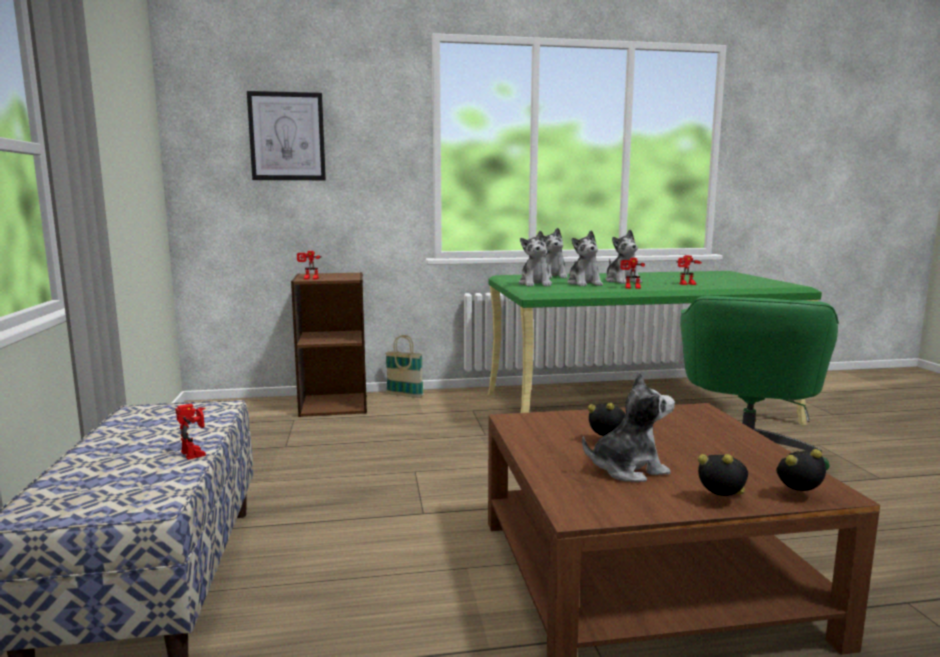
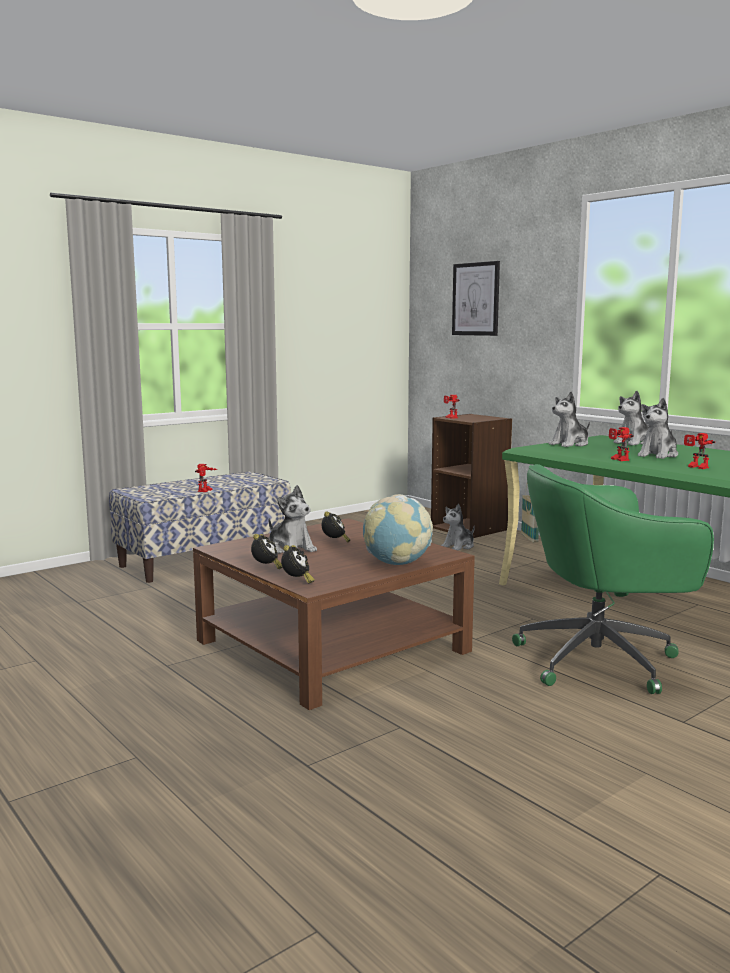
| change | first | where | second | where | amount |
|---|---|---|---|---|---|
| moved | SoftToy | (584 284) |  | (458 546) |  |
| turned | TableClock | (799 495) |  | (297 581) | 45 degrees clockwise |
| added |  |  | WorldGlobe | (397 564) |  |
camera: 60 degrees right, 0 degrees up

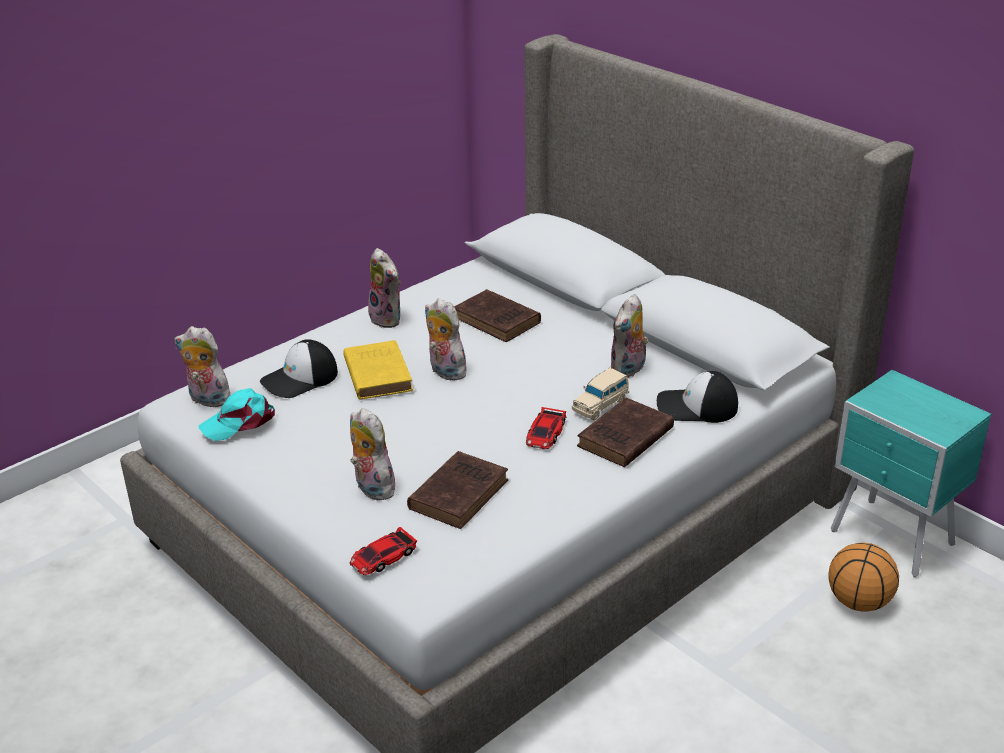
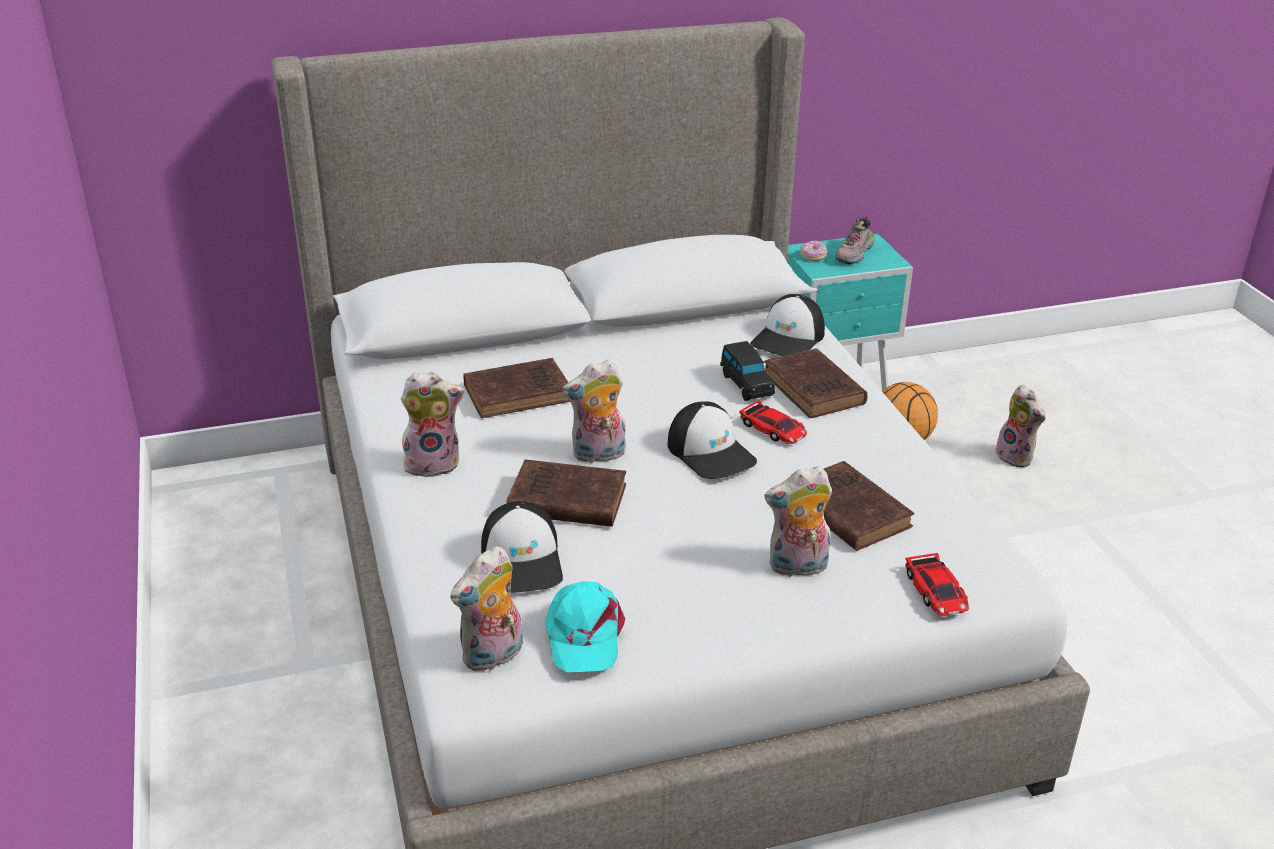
| change | first | where | second | where | amount |
|---|---|---|---|---|---|
| moved | SoftToy | (629 370) |  | (1017 457) |  |
| recoloured | YellowishBook | (377 373) | BrownBook | (564 500) |  |
| recoloured | BeigeColouredModelCar | (601 405) | BlackColouredModelCar | (746 384) |  |
| added |  |  | Shoe | (854 254) |  |
| added |  |  | Doughnut | (813 256) |  |
| added |  |  | Cap | (711 452) |  |
camera: 65 degrees left, 0 degrees up

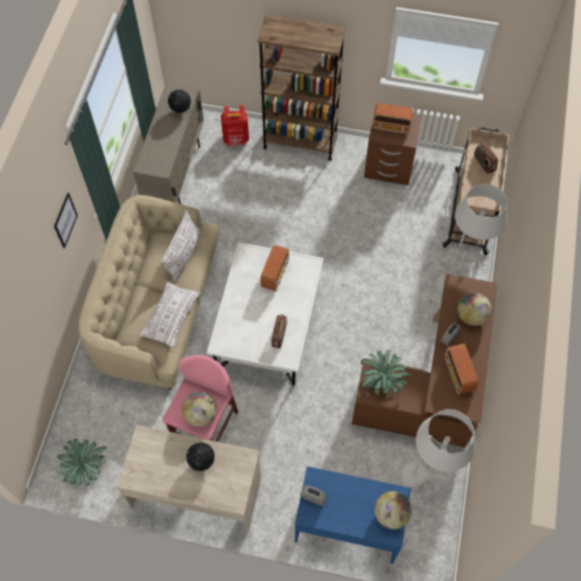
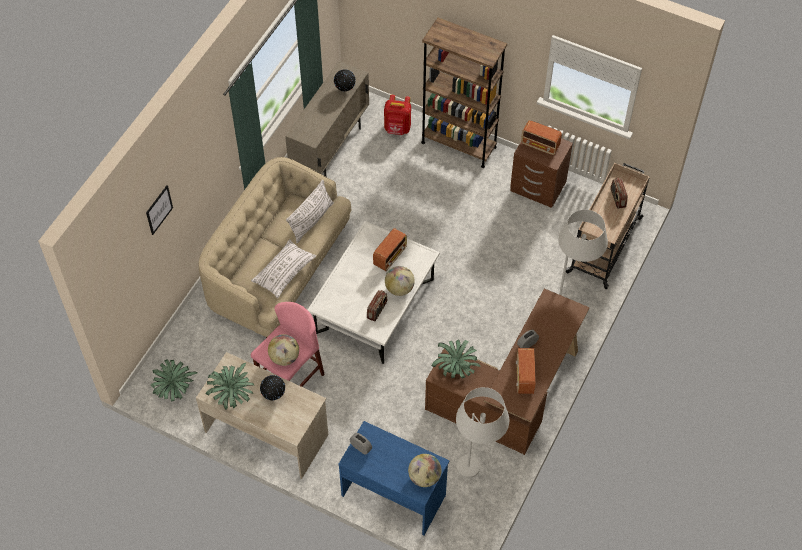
| change | first | where | second | where | amount |
|---|---|---|---|---|---|
| moved | WallPicture | (65 220) |  | (159 209) |  |
| moved | WorldGlobe | (471 316) |  | (399 288) |  |
| added |  |  | Houseplant | (232 394) |  |
camera: 15 degrees right, 5 degrees down

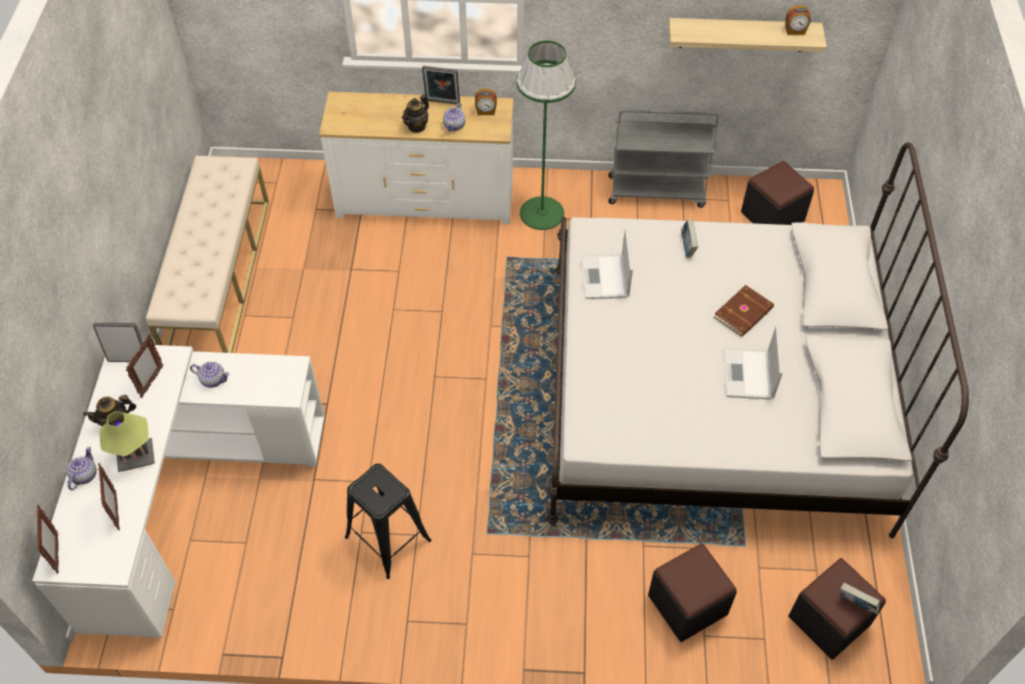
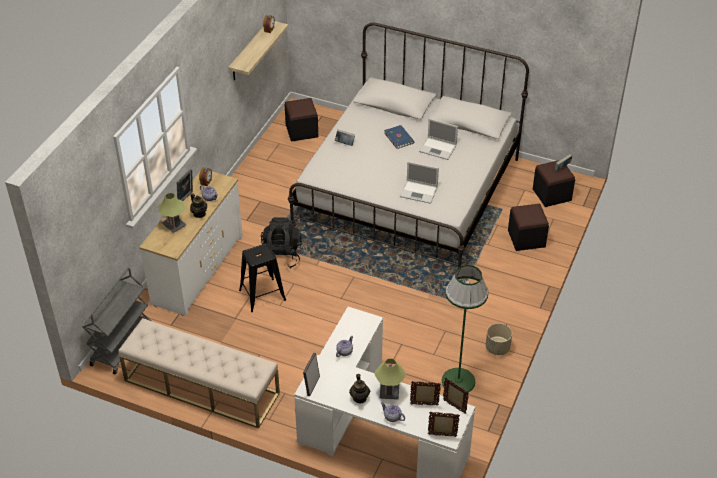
| change | first | where | second | where | amount |
|---|---|---|---|---|---|
| moved | GreenishStandingLamp | (541 213) |  | (458 381) |  |
| moved | GreyishCart | (657 191) |  | (121 344) |  |
| moved | PortableComputer | (605 278) |  | (419 192) |  |
| recoloured | BrownBook | (744 313) | BlueColouredBook | (399 138) |  |
| moved | StandingFrame | (152 382) |  | (454 407) |  |
| moved | BlackColouredStoolSeat | (387 538) |  | (262 295) |  |
| added |  |  | TableLamp | (174 225) |  |
| added |  |  | BlackColouredRucksack | (281 256) |  |
| added |  |  | BeigeColouredFlowerPot | (497 348) |  |
camera: 70 degrees left, 10 degrees down

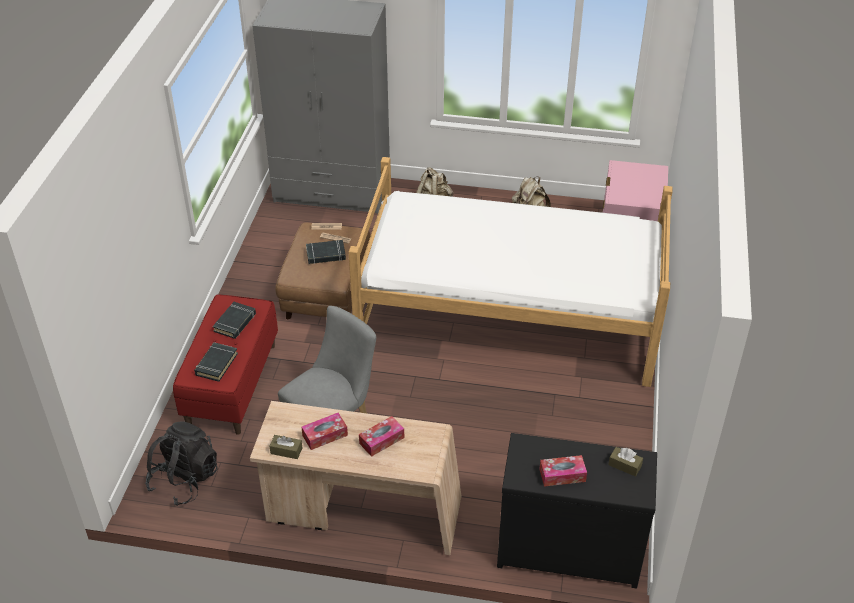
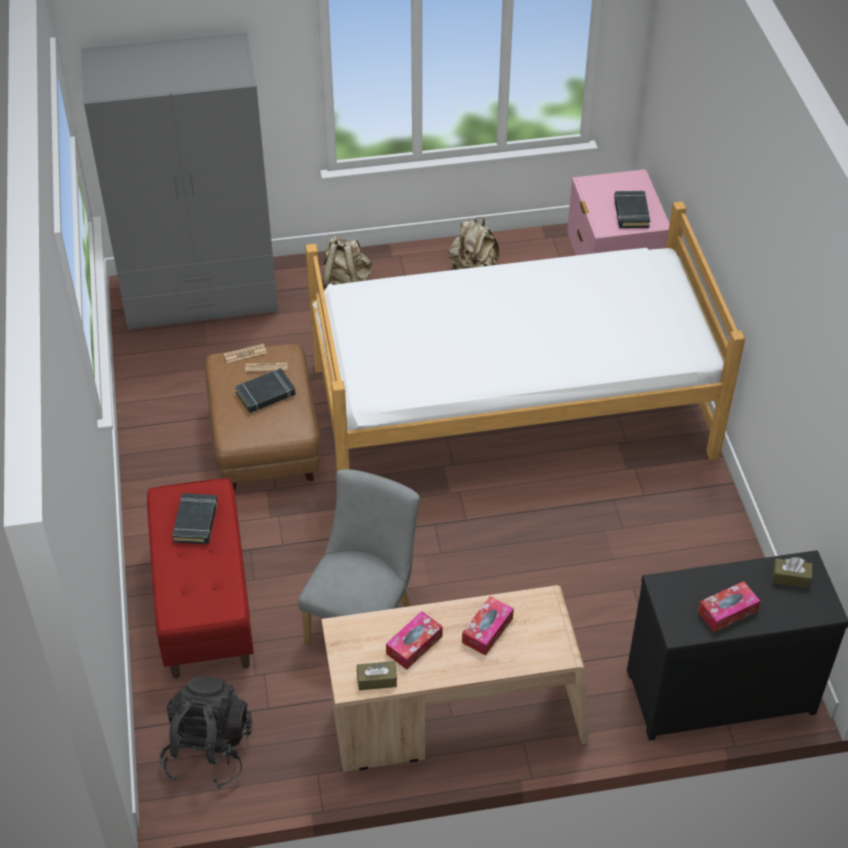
| change | first | where | second | where | amount |
|---|---|---|---|---|---|
| moved | BlackColouredBook | (216 364) |  | (631 213) |  |
camera: 20 degrees left, 5 degrees up

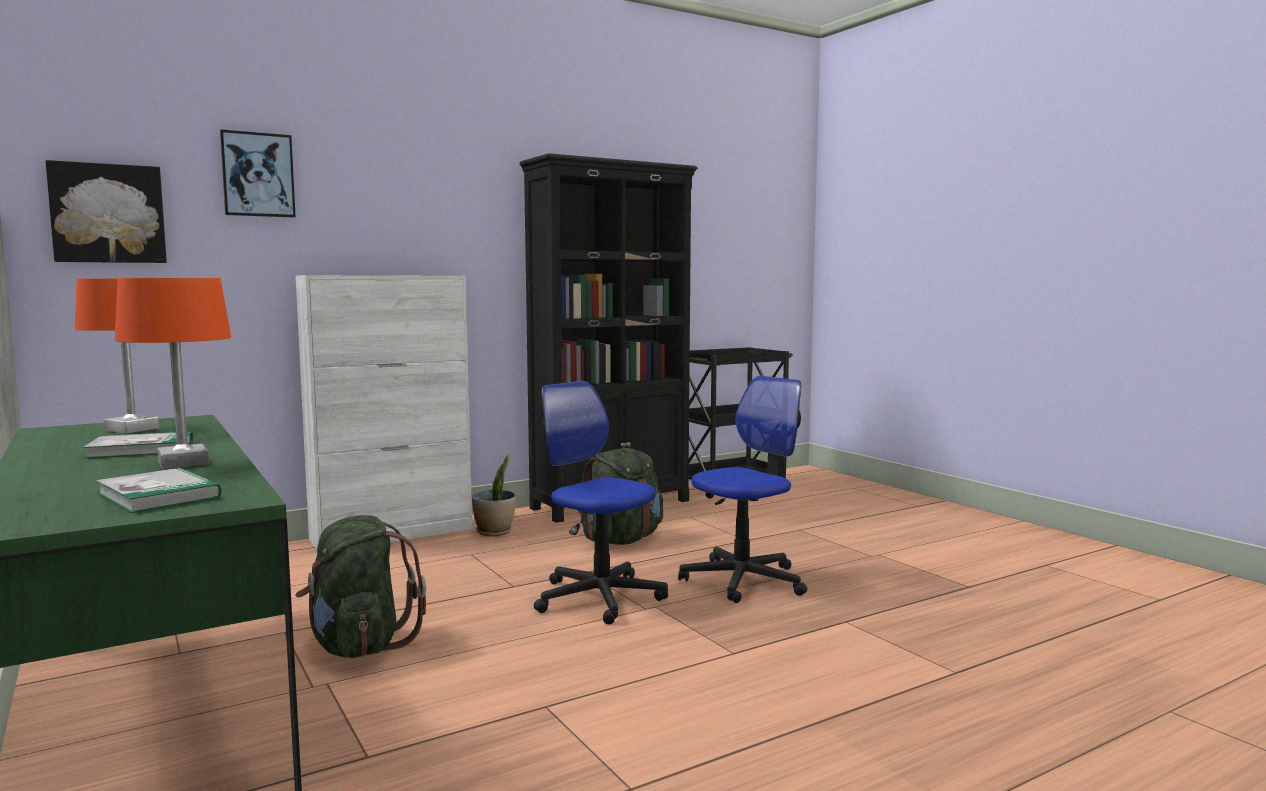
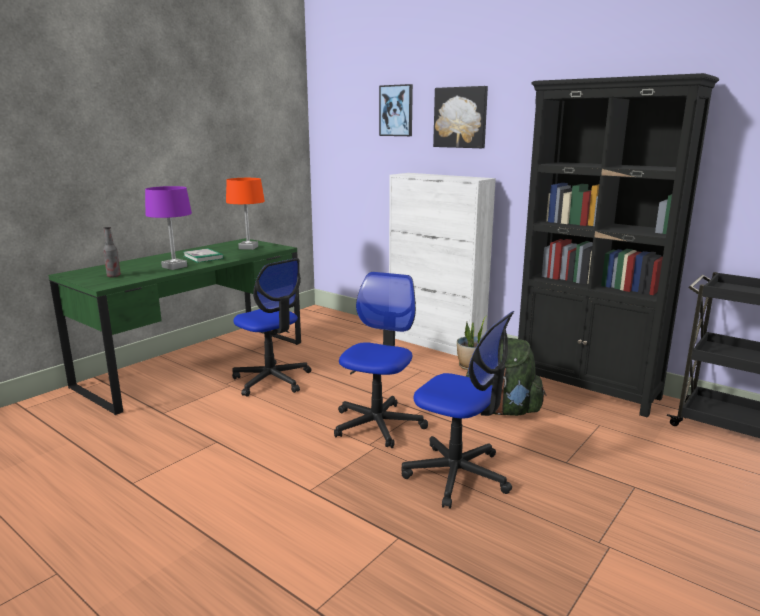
| change | first | where | second | where | amount |
|---|---|---|---|---|---|
| moved | WallPicture | (108 213) |  | (461 117) |  |
| recoloured | OrangeyTableLamp | (183 463) | PurplishTableLamp | (174 267) |  |
| replaced | Book | (158 495) | Bottle | (114 276) |  |
| replaced | GreenishRucksack | (359 646) | ComputerChair | (272 380) |  |
camera: 70 degrees right, 10 degrees up

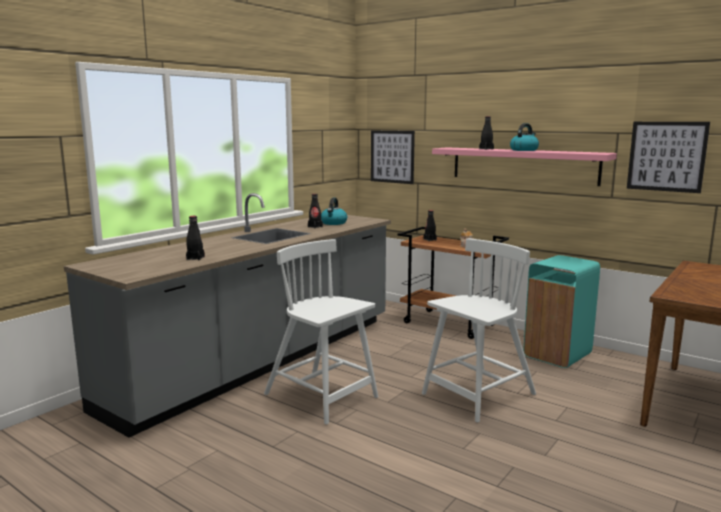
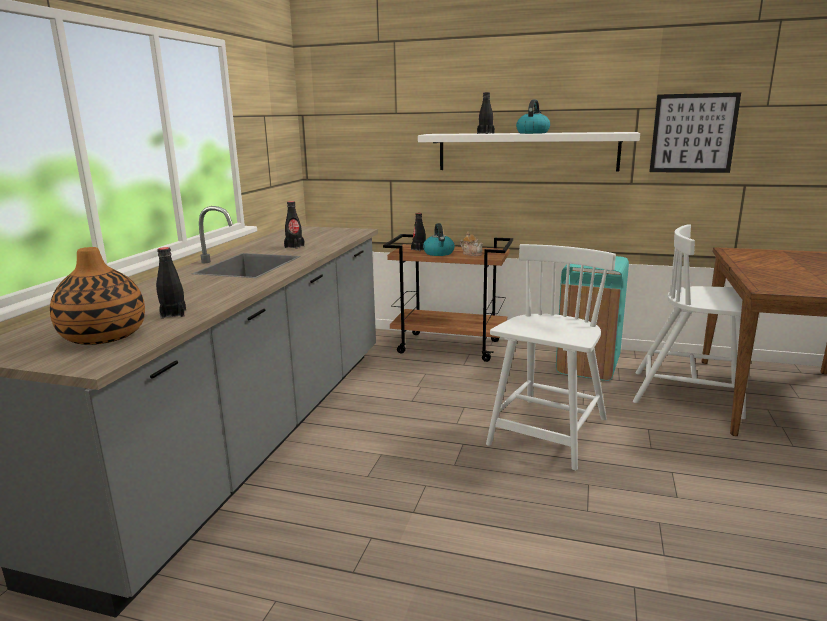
| change | first | where | second | where | amount |
|---|---|---|---|---|---|
| removed | WallPicture | (392 156) |  |  |  |
| recoloured | PinkWallShelf | (523 165) | WhitishWallShelf | (526 151) |  |
| moved | Kettle | (333 223) |  | (439 253) |  |
| moved | WhitishChair | (322 396) |  | (689 394) |  |
| added |  |  | FlowerVase | (103 336) |  |
camera: 20 degrees left, 5 degrees up

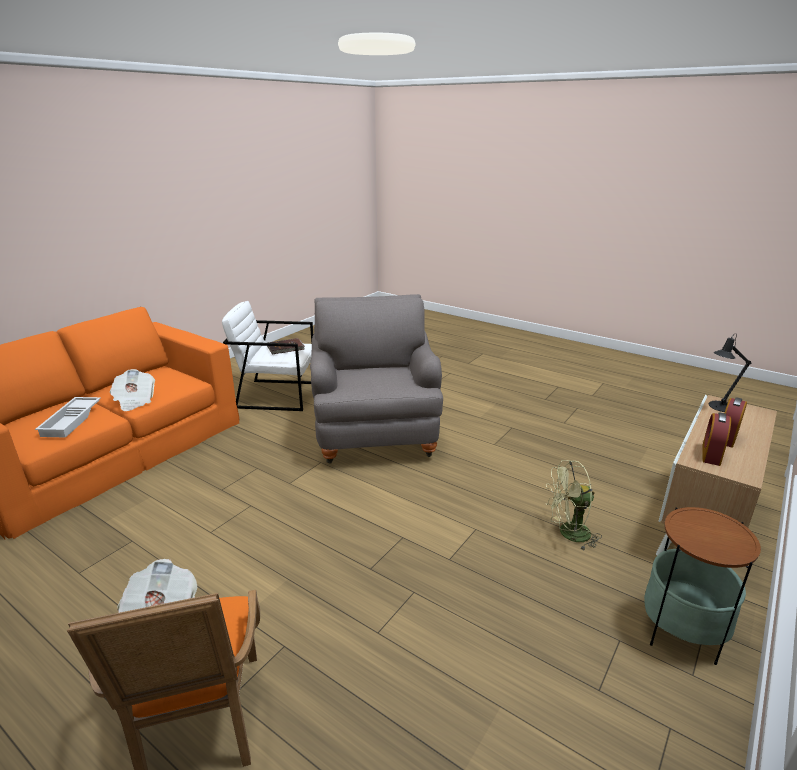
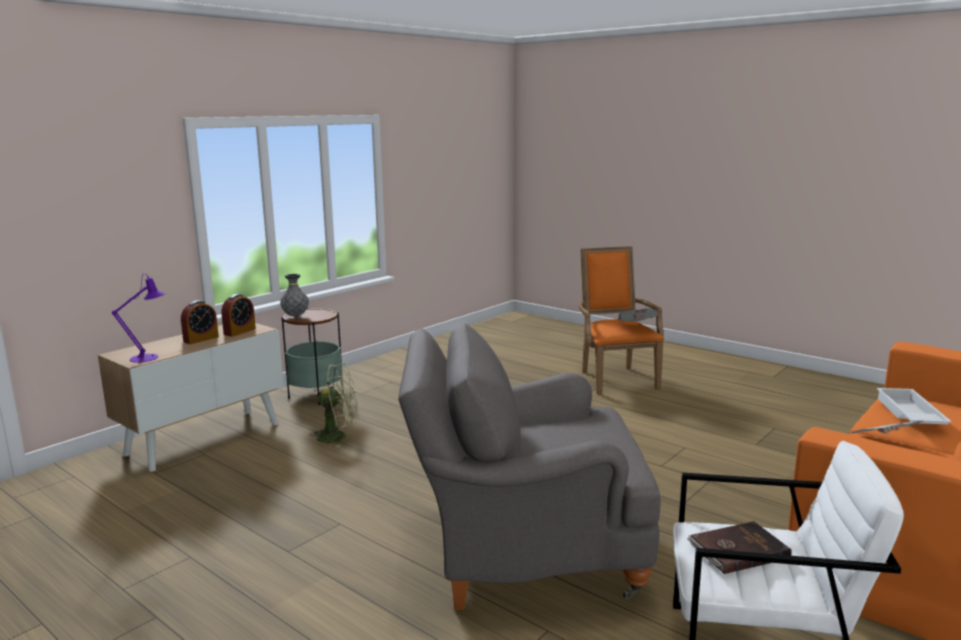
| change | first | where | second | where | amount |
|---|---|---|---|---|---|
| turned | GreyishArmchair | (375 431) |  | (523 552) | 90 degrees clockwise |
| recoloured | BlackColouredTableLamp | (719 407) | PurplishTableLamp | (148 357) |  |
| added |  |  | GreyishFlowerVase | (295 316) |  |
camera: 175 degrees left, 10 degrees down

